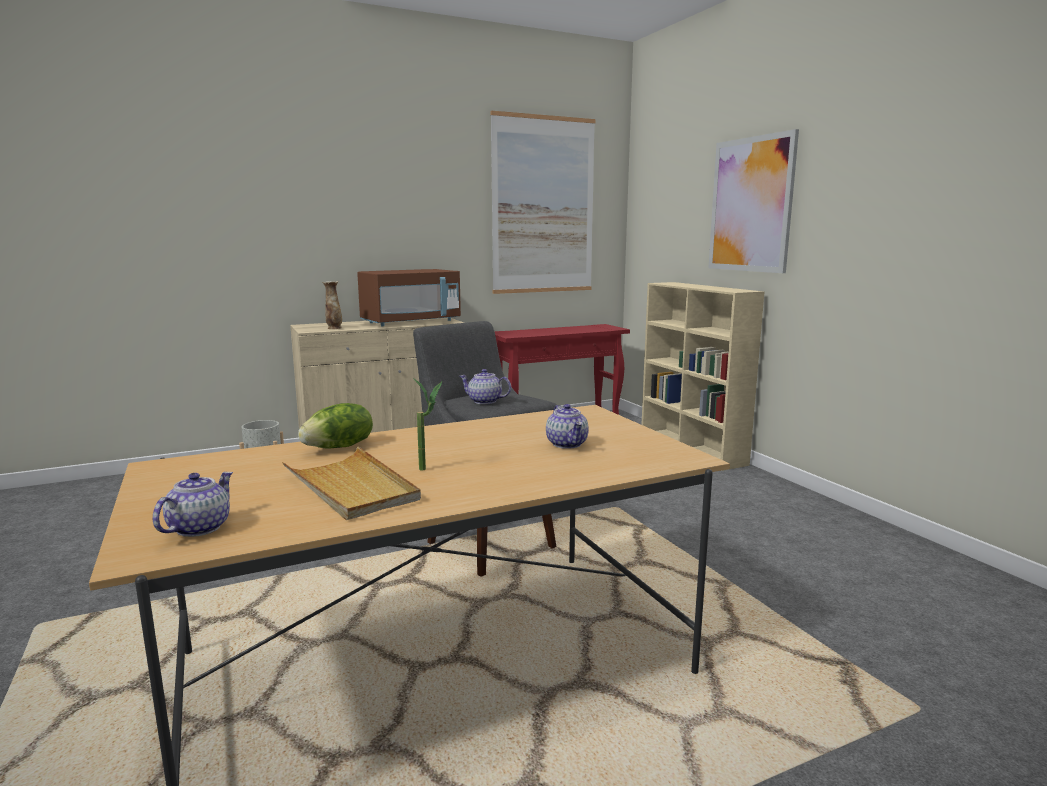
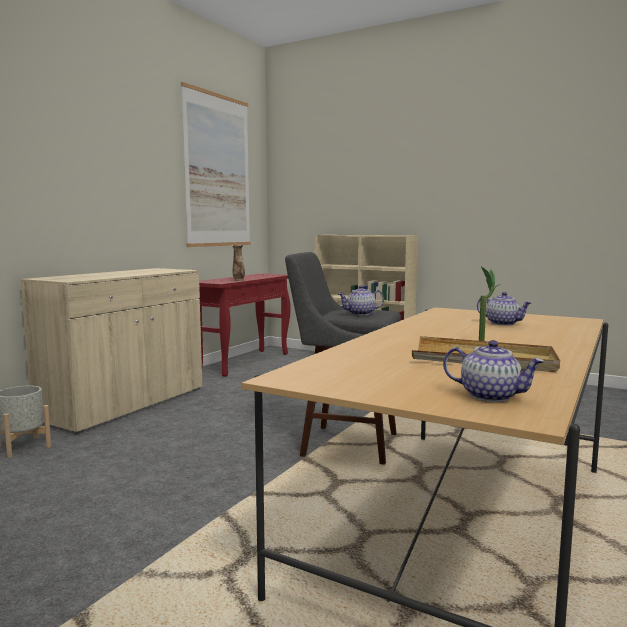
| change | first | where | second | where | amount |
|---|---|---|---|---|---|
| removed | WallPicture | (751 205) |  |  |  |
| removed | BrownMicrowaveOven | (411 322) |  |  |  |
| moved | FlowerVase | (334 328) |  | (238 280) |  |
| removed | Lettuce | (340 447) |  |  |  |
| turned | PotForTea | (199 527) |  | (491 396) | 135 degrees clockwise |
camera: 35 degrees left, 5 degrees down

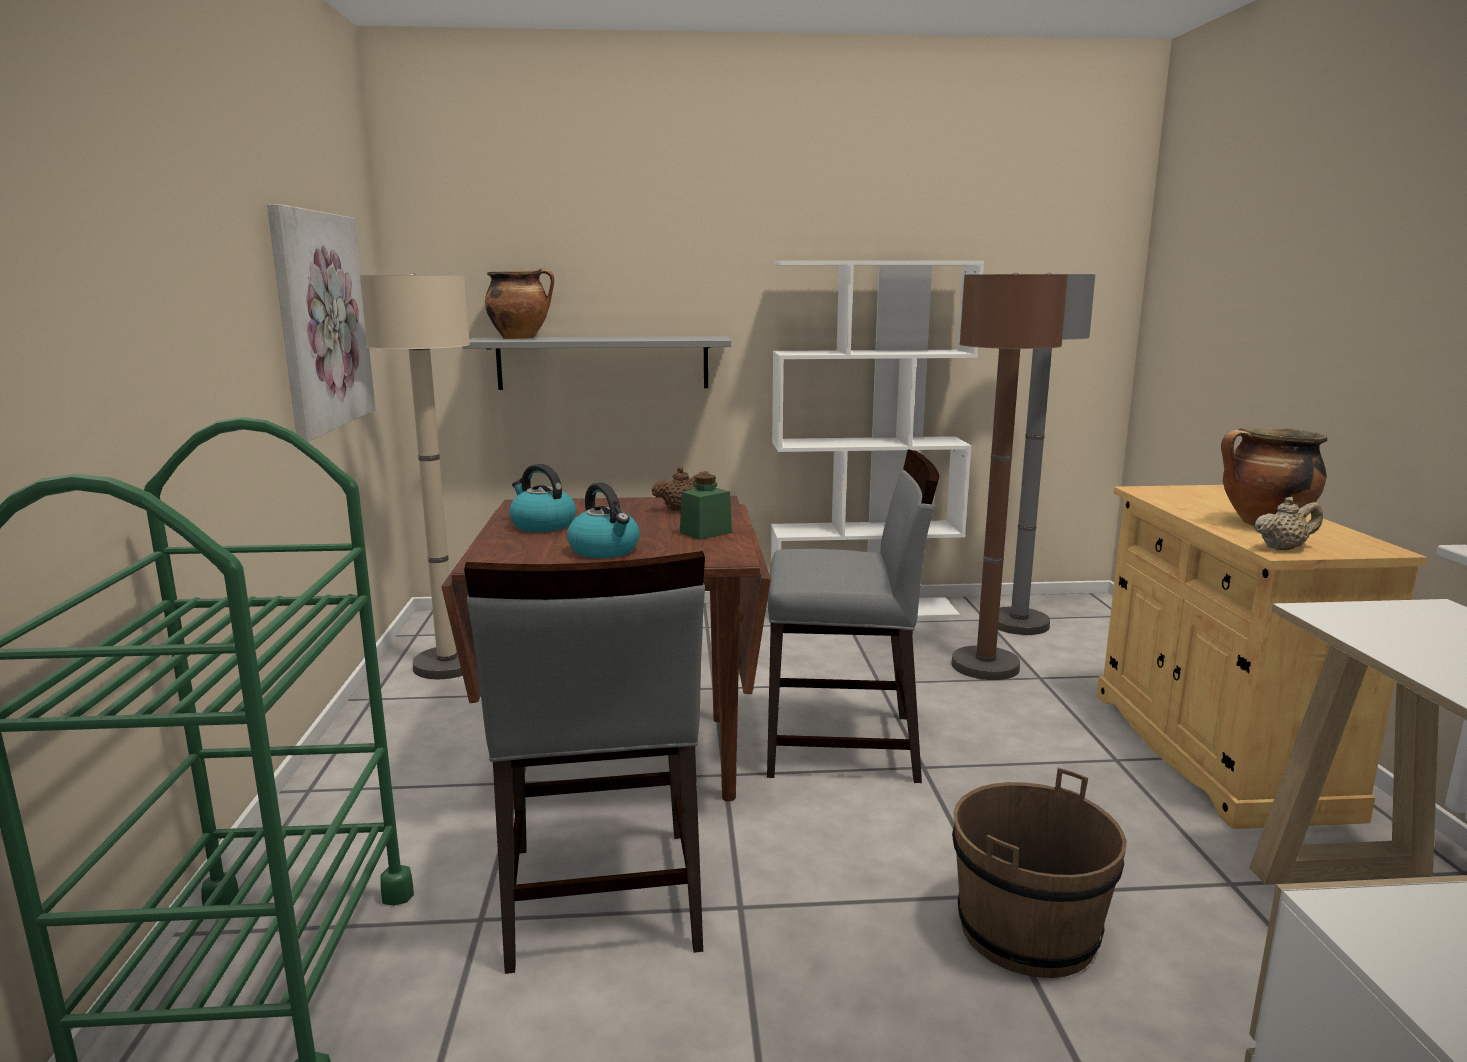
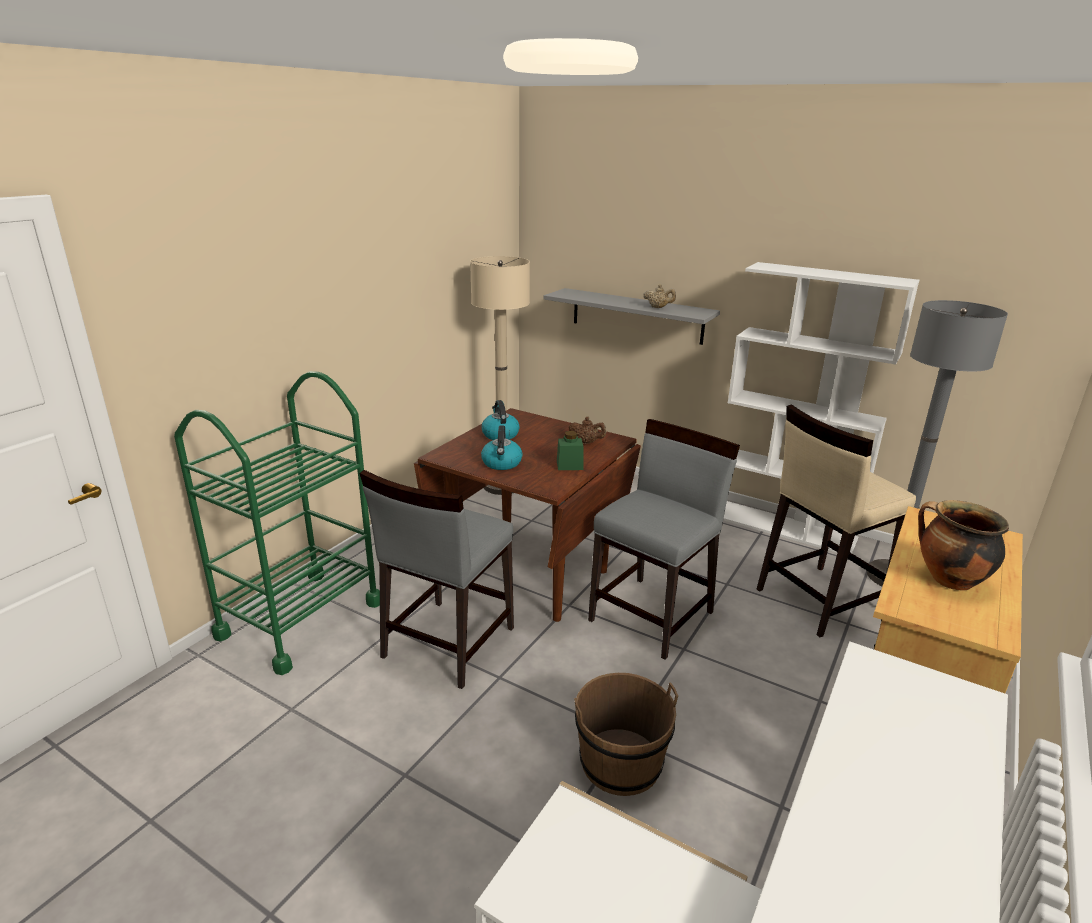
| change | first | where | second | where | amount |
|---|---|---|---|---|---|
| removed | WallPicture | (322 321) |  |  |  |
| removed | CookingPot | (521 338) |  |  |  |
| replaced | BrownStandingLamp | (985 666) | BeigeColouredStoolSeat | (818 599) |  |
| turned | GreyishChair | (843 746) |  | (653 616) | 90 degrees counterclockwise |
| moved | BeigeColouredPotForTea | (1283 548) |  | (658 307) |  |
camera: 35 degrees right, 10 degrees up

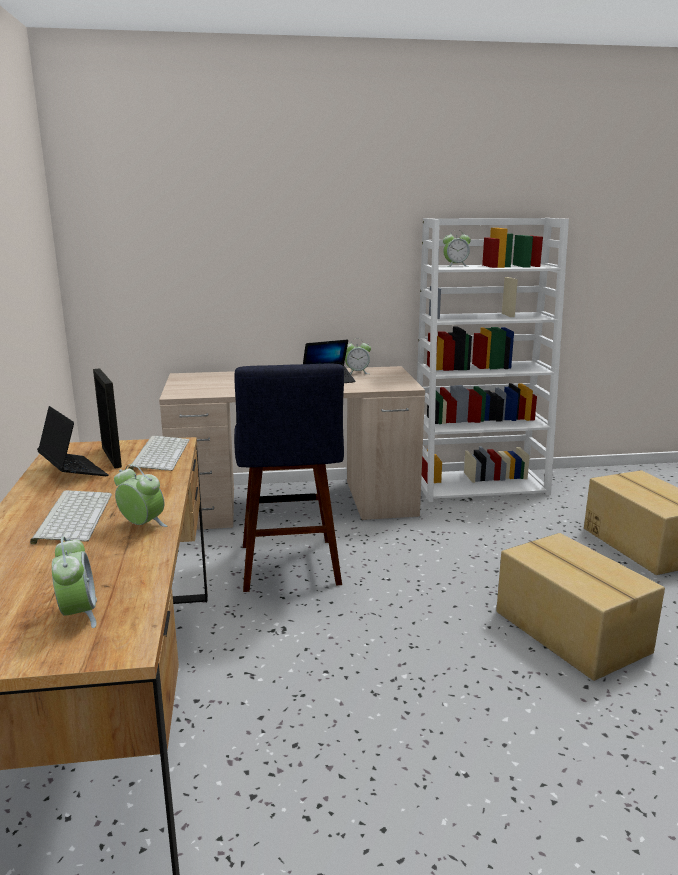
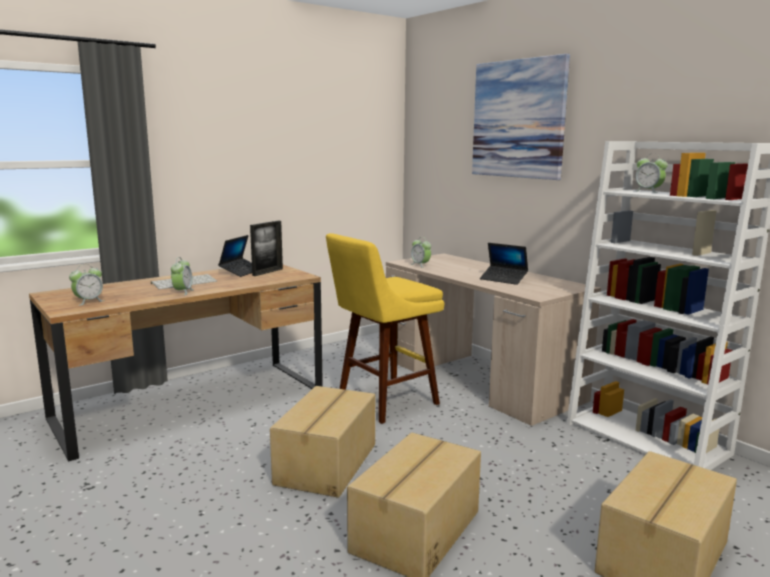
| change | first | where | second | where | amount |
|---|---|---|---|---|---|
| moved | TableClock | (357 373) |  | (420 265) |  |
| recoloured | BlueColouredStoolSeat | (290 568) | YellowishStoolSeat | (382 402) |  |
| removed | Keyboard | (159 454) |  |  |  |
| added |  |  | WallPicture | (518 119) |  |
| added |  |  | PackingBox | (328 464) |  |
camera: 60 degrees right, 5 degrees down

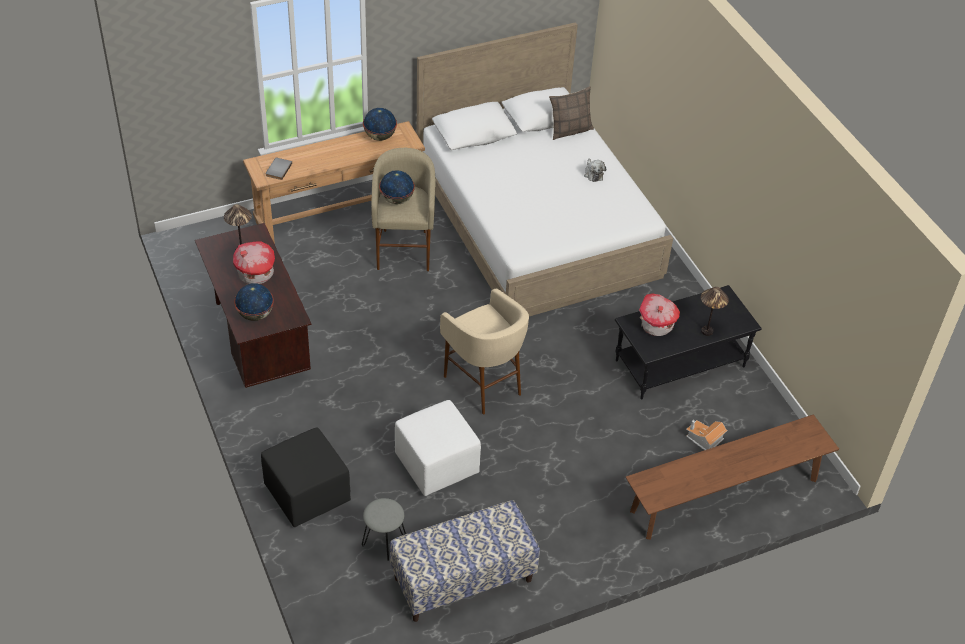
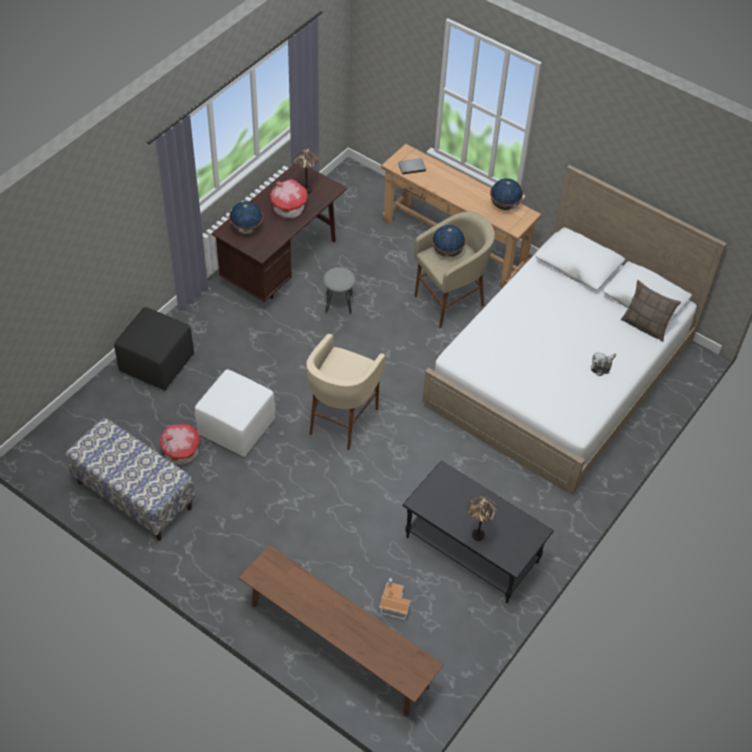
| change | first | where | second | where | amount |
|---|---|---|---|---|---|
| moved | MiniatureHouse | (656 325) |  | (181 453) |  |
| moved | GreyishStoolSeat | (384 542) |  | (339 304) |  |
camera: 60 degrees right, 5 degrees up

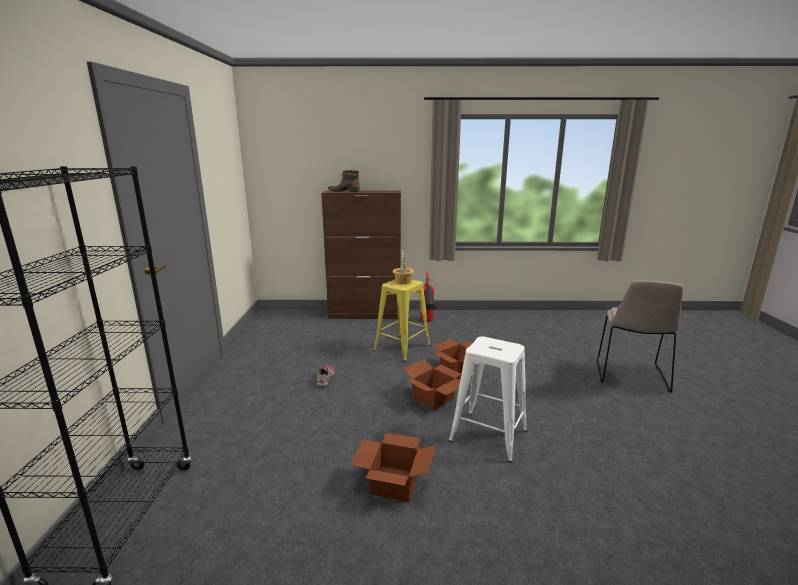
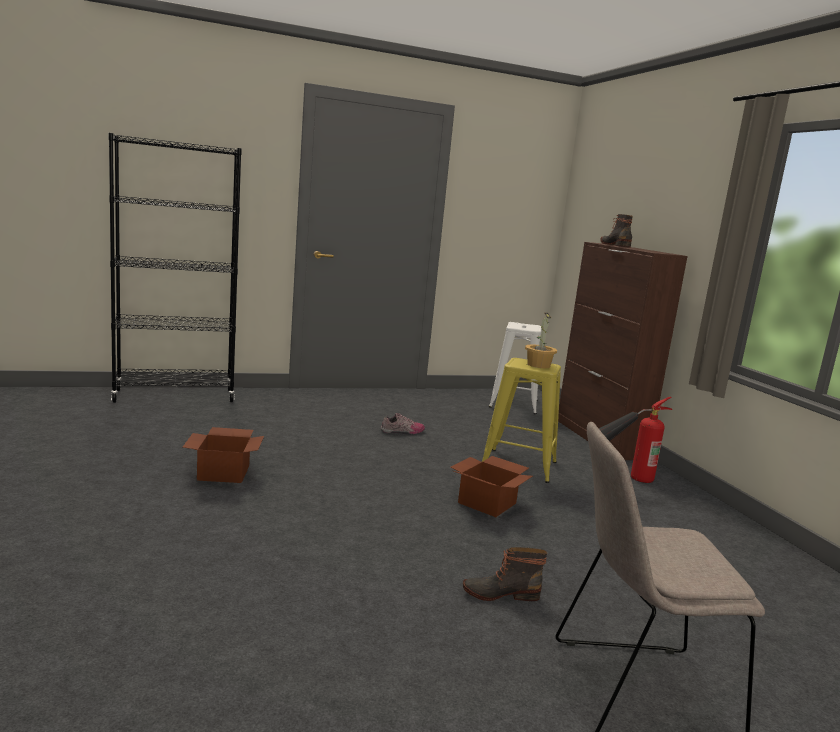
| change | first | where | second | where | amount |
|---|---|---|---|---|---|
| moved | WhitishStoolSeat | (488 435) |  | (513 403) |  |
| removed | PackingBox | (433 399) |  |  |  |
| added |  |  | HighTopBoot | (500 593) |  |
camera: 70 degrees right, 5 degrees down

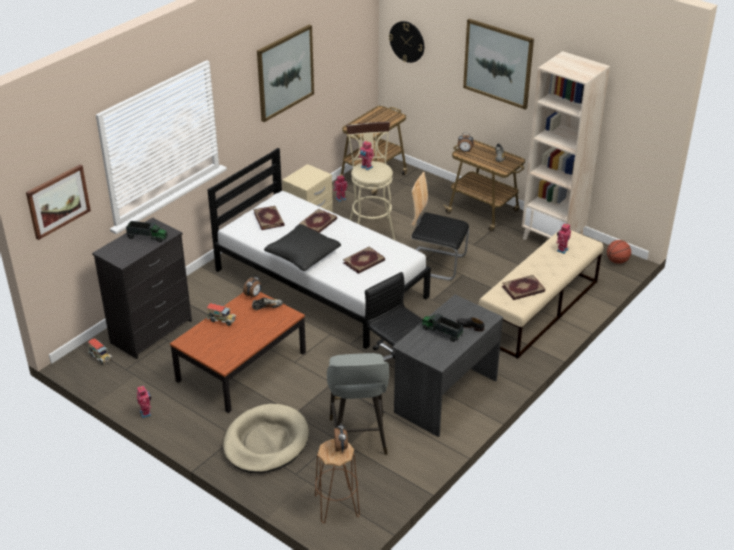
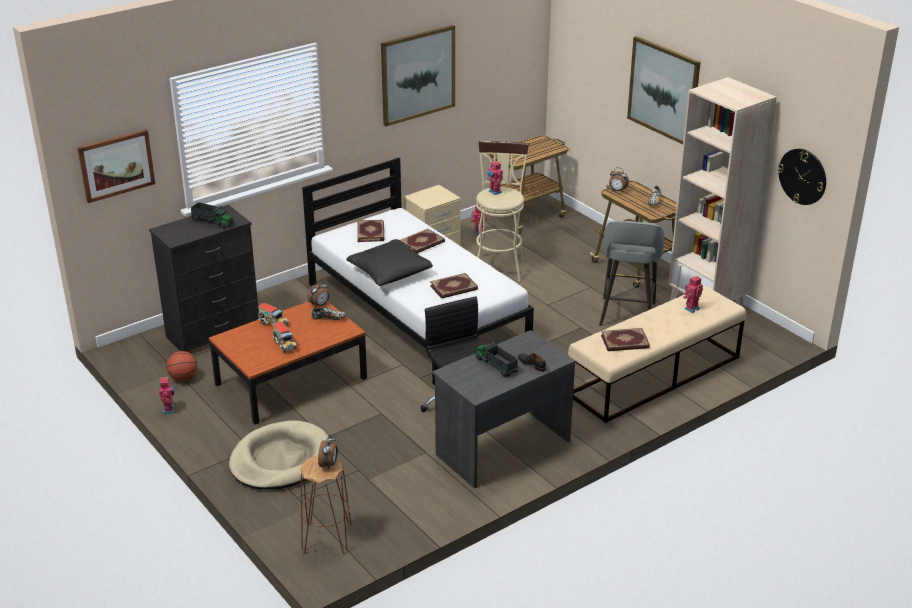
| change | first | where | second | where | amount |
|---|---|---|---|---|---|
| moved | HangingClock | (407 41) |  | (802 176) |  |
| removed | Chair | (435 263) |  |  |  |
| moved | BallForBasketball | (617 261) |  | (183 378) |  |
| moved | ToyTruck | (100 358) |  | (284 346) |  |
| moved | GreyishStoolSeat | (358 438) |  | (627 315) |  |
camera: 15 degrees right, 5 degrees down

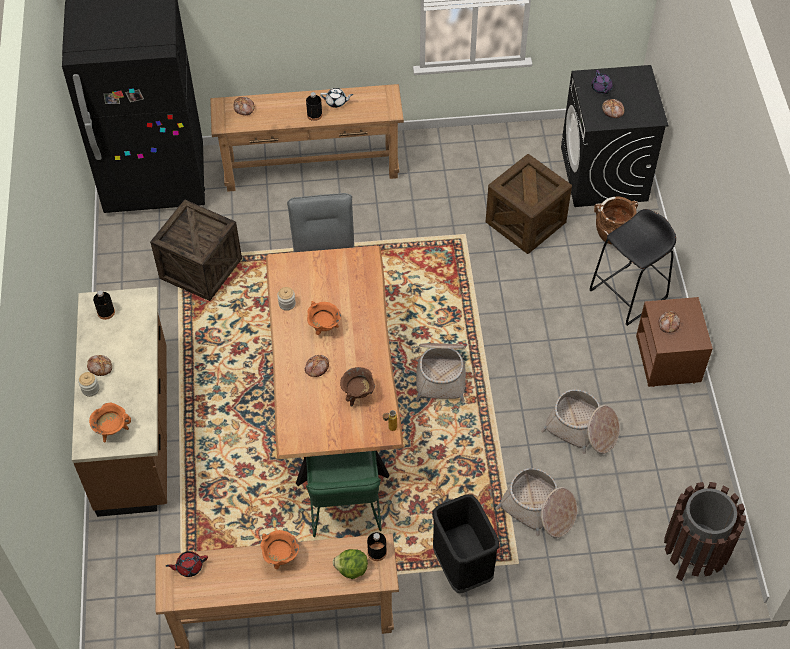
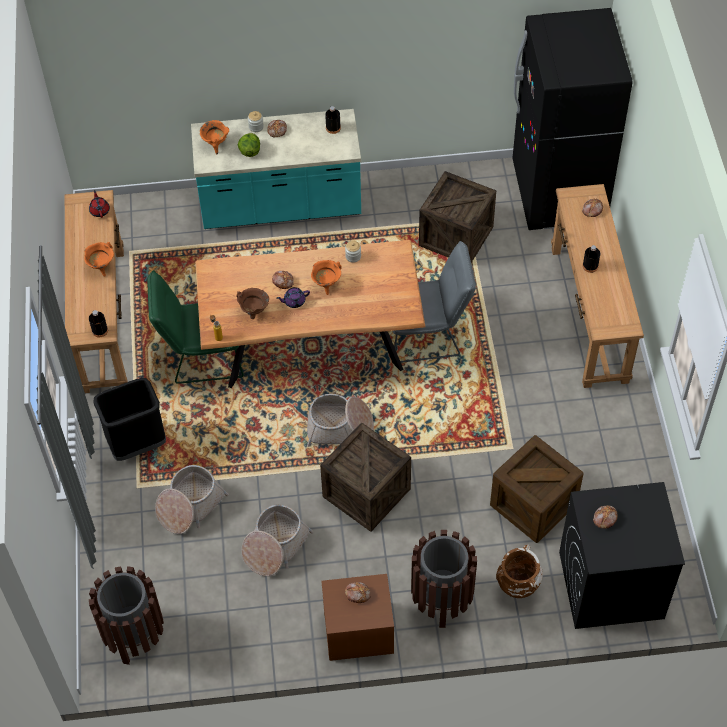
| change | first | where | second | where | amount |
|---|---|---|---|---|---|
| moved | PurplishPotForTea | (601 88) |  | (294 301) |  |
| removed | WhitishPotForTea | (336 102) |  |  |  |
| replaced | BlackColouredStoolSeat | (628 294) | BrownTrashCan | (441 599) |  |
| recoloured | BrownKitchenCounter | (136 431) | TurquoiseKitchenCounter | (281 208) |  |
| moved | Lettuce | (351 569) |  | (250 151) |  |
| added |  |  | Crate | (366 492) |  |
camera: 90 degrees right, 0 degrees up

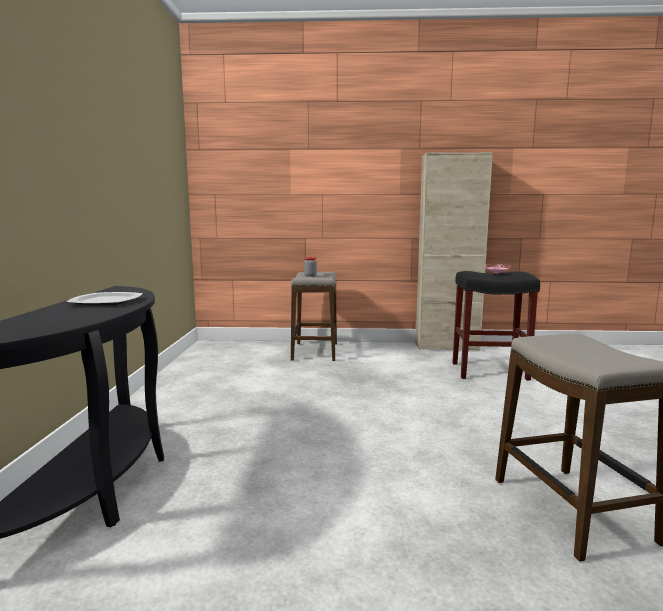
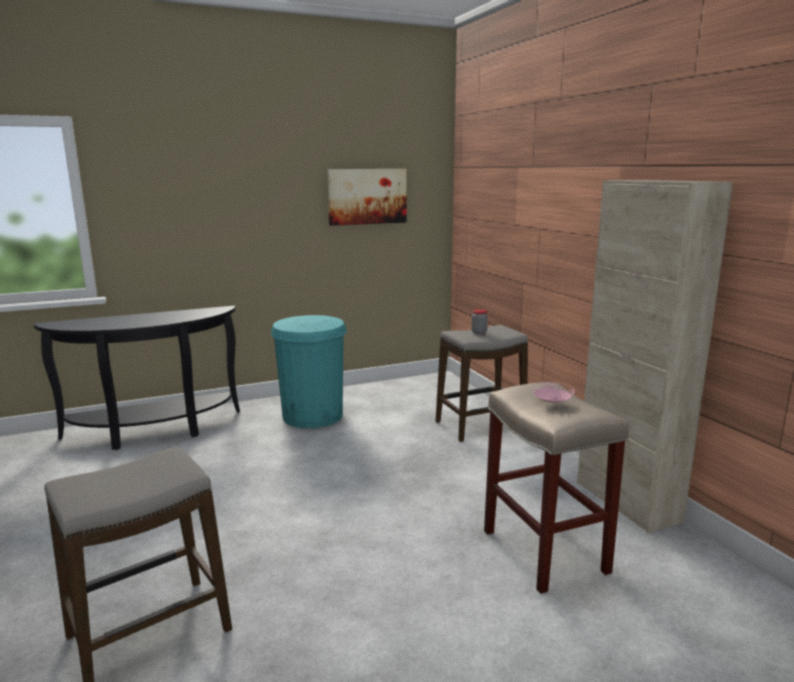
| change | first | where | second | where | amount |
|---|---|---|---|---|---|
| recoloured | BlackColouredStoolSeat | (490 371) | BeigeColouredStoolSeat | (546 552) |  |
| removed | Plate | (105 301) |  |  |  |
| added |  |  | WallPicture | (367 196) |  |
| added |  |  | TurquoiseTrashCan | (313 416) |  |
camera: 65 degrees right, 5 degrees up

